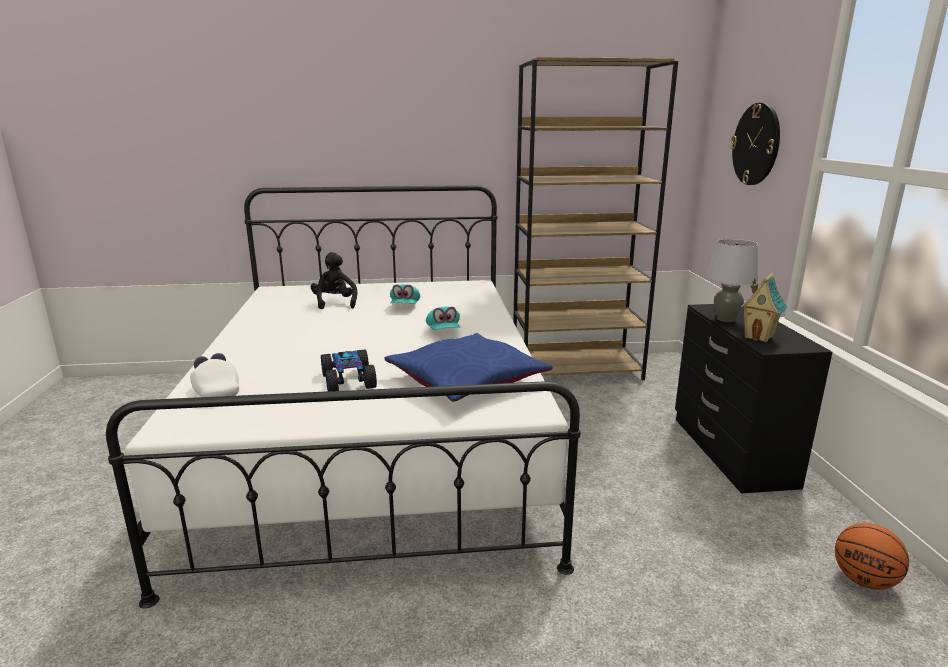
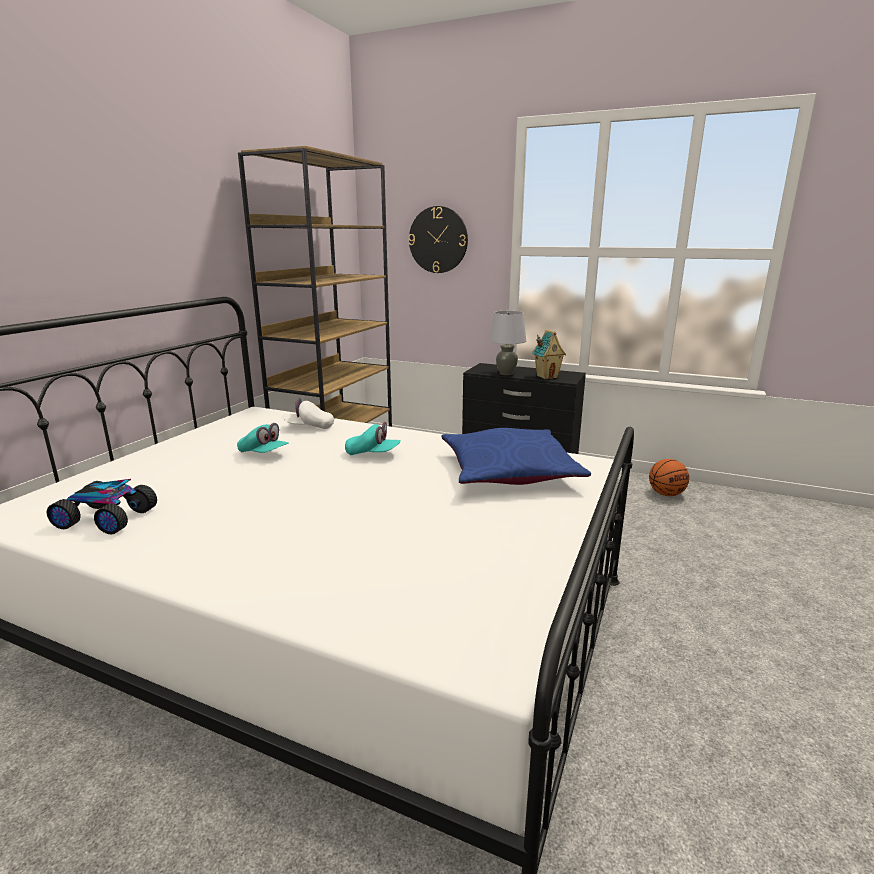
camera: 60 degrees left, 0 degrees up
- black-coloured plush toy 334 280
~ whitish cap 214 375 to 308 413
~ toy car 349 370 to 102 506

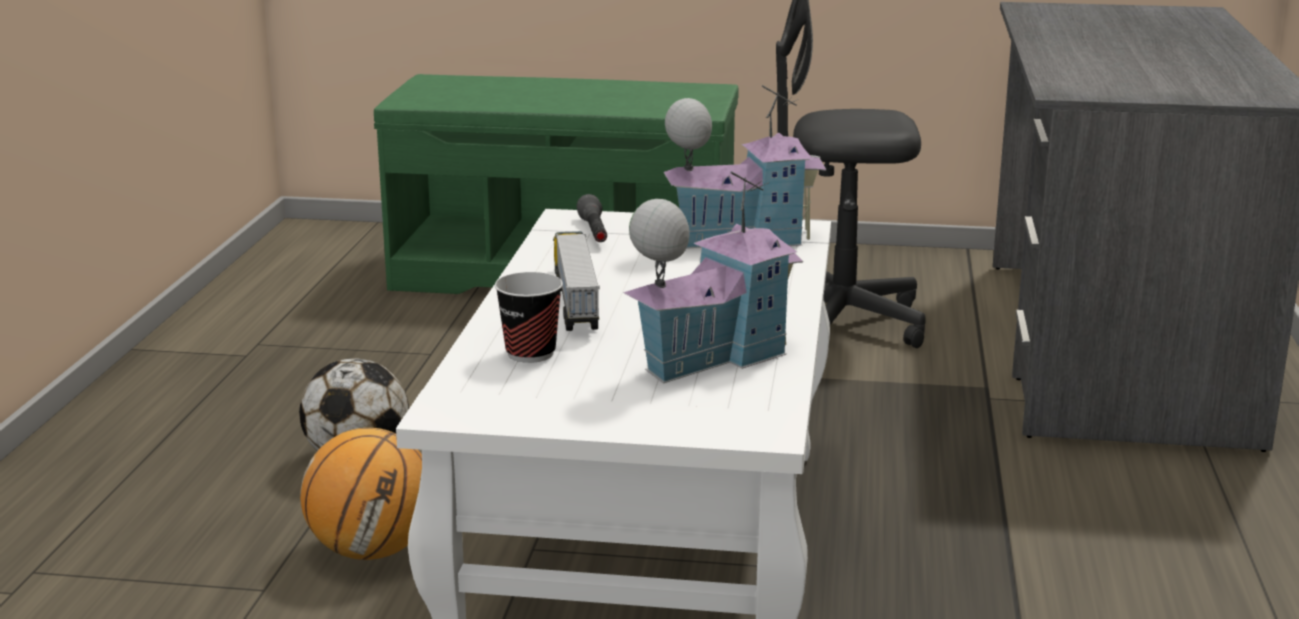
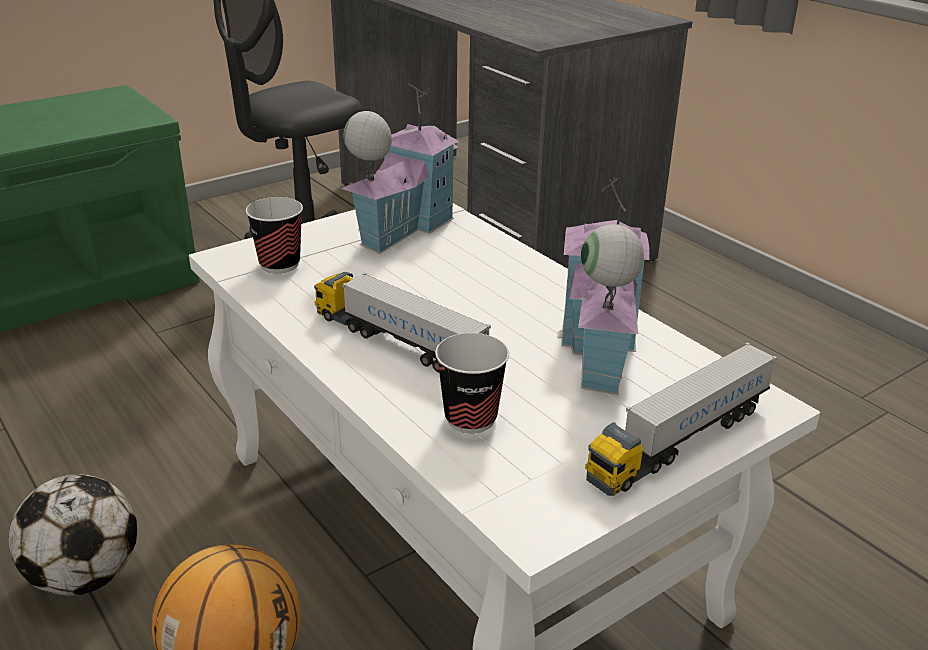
camera: 45 degrees left, 10 degrees up
+ toy truck 681 419
~ greyish torch 592 218 to small cup 274 235

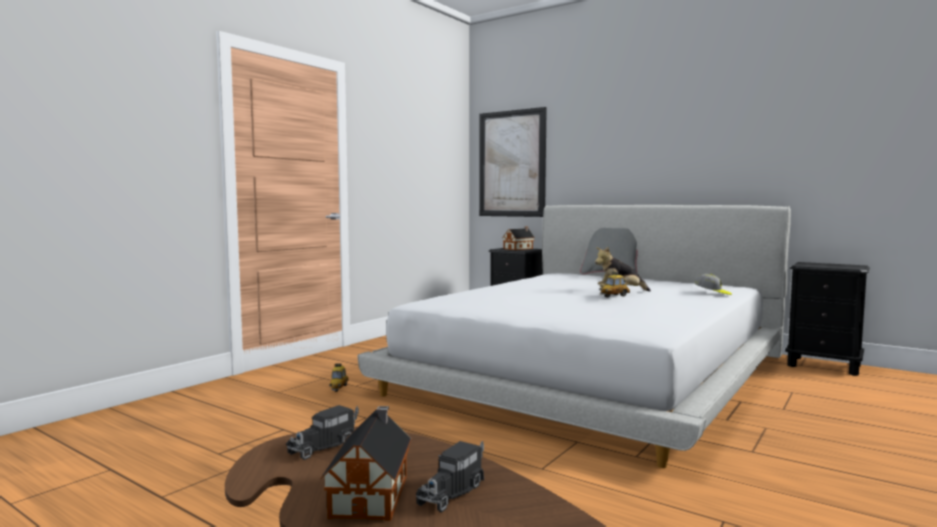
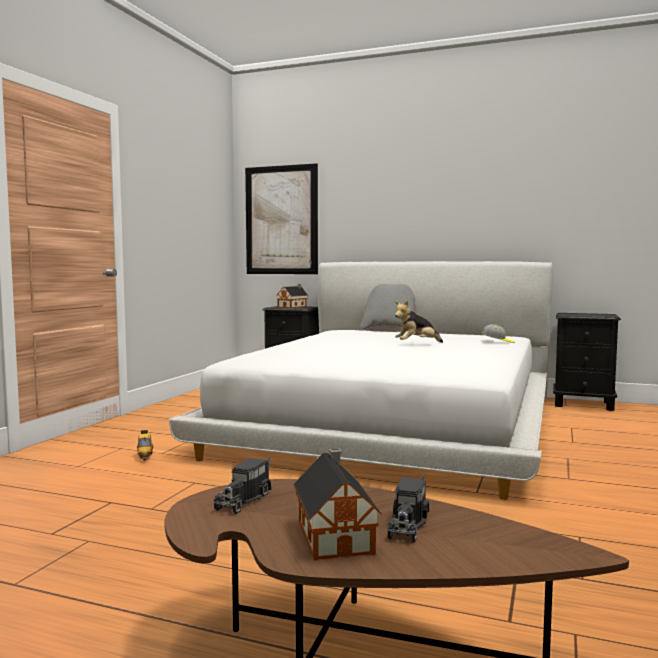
camera: 15 degrees left, 0 degrees up
- toy car 614 284

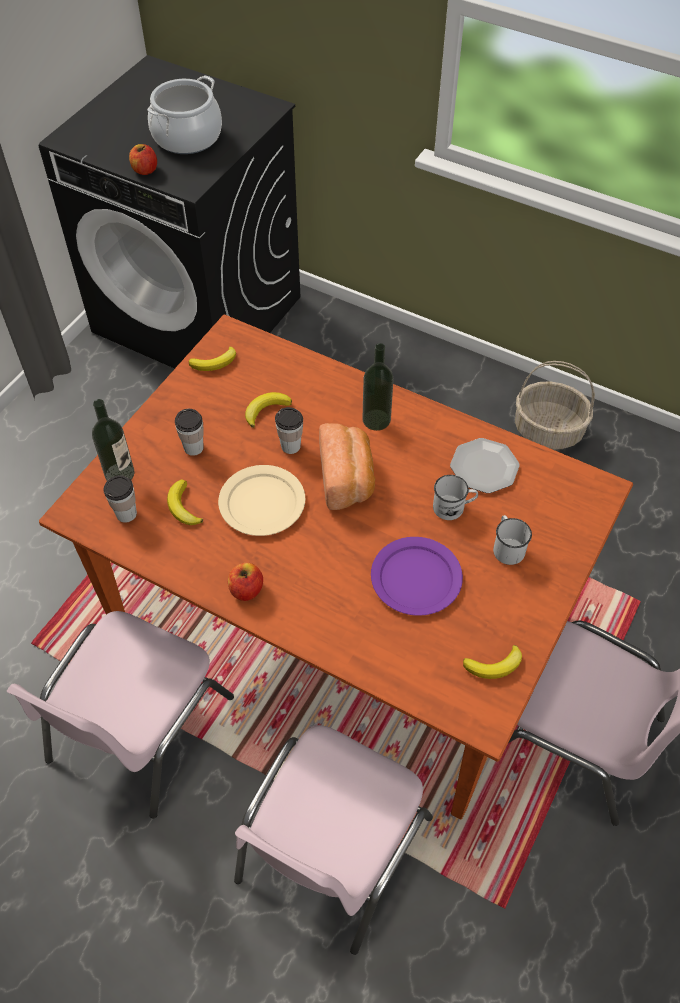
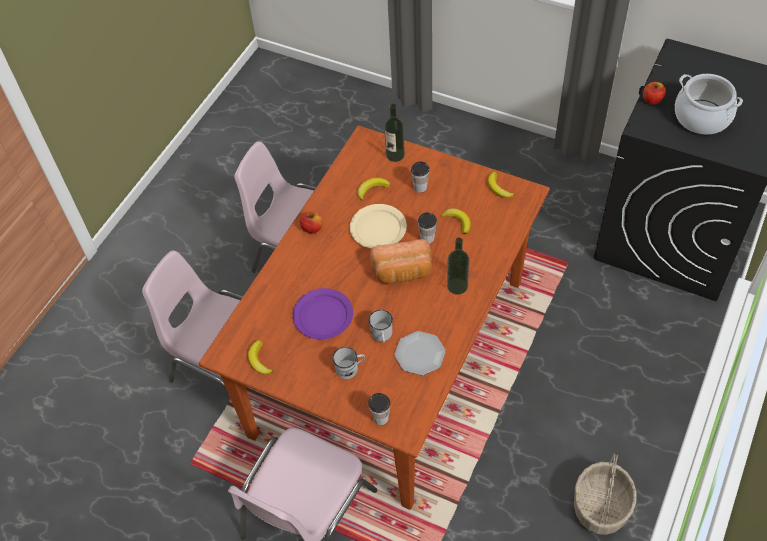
camera: 90 degrees right, 0 degrees up
~ small cup 120 499 to 379 409

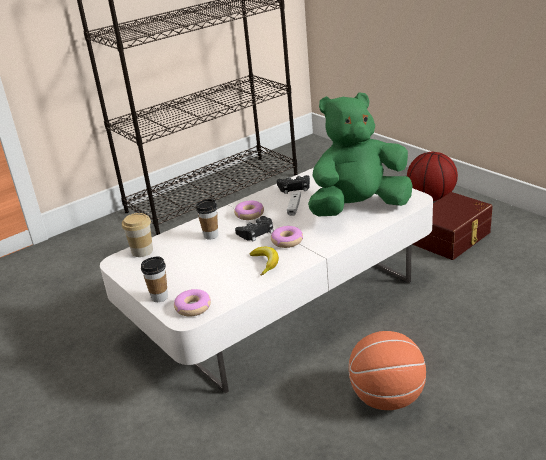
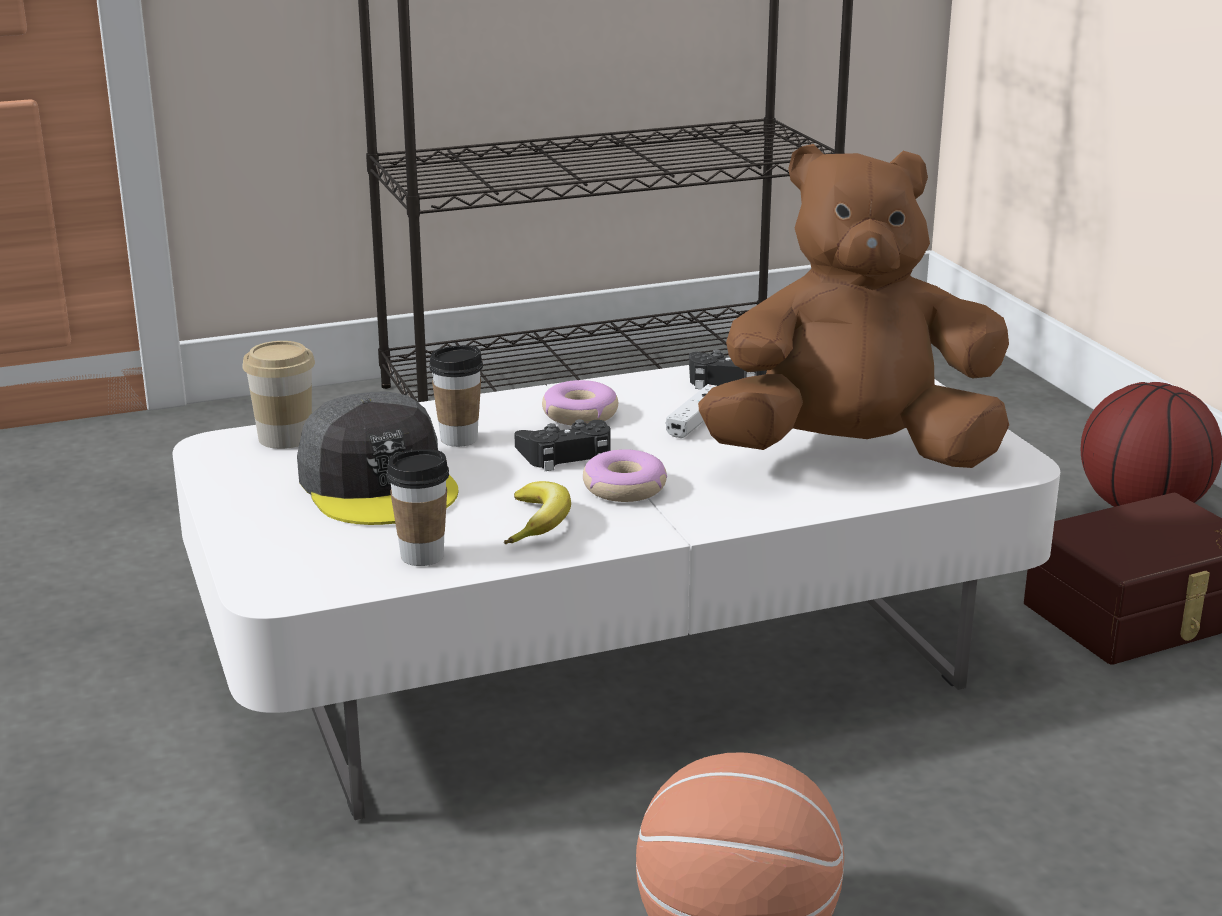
camera: 15 degrees right, 5 degrees down
- donut 192 302
+ greyish cap 377 458
~ small cup 154 279 to 418 507
~ greenish plush toy 360 154 to brownish plush toy 853 306

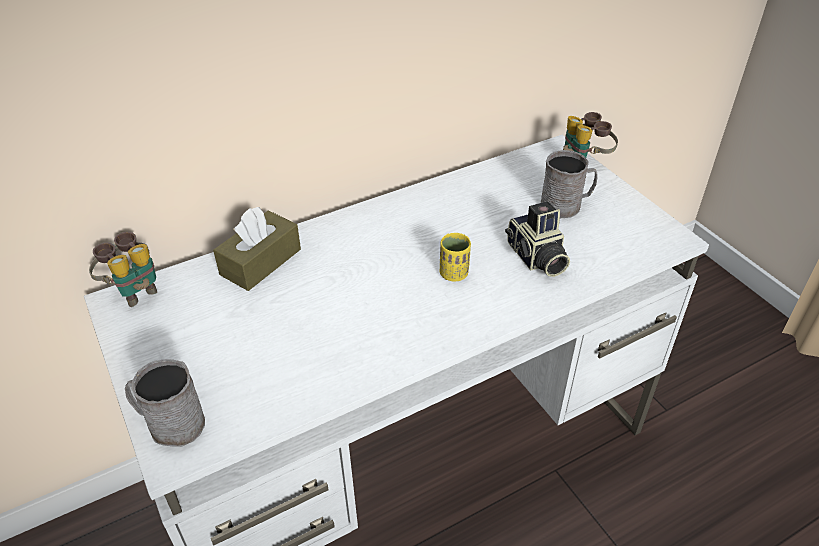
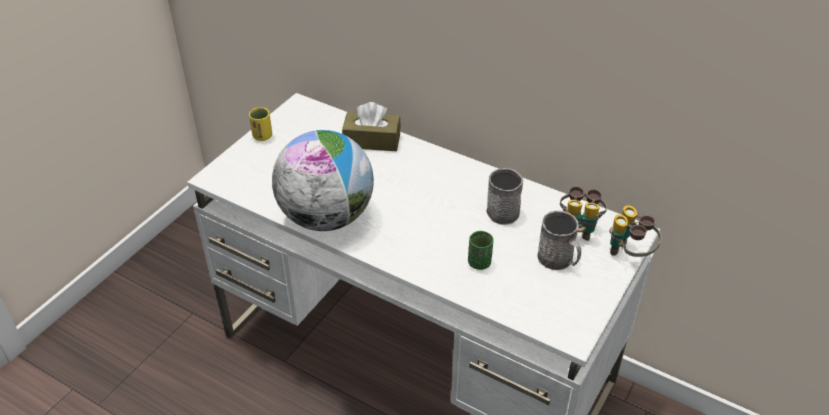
camera: 60 degrees right, 0 degrees up
+ globe 323 180
~ binoculars 123 269 to 583 213
~ greyish tea mug 165 403 to 505 196
~ yellow-coloured small cup 455 257 to 260 124
~ still camera 537 239 to greenish small cup 480 250

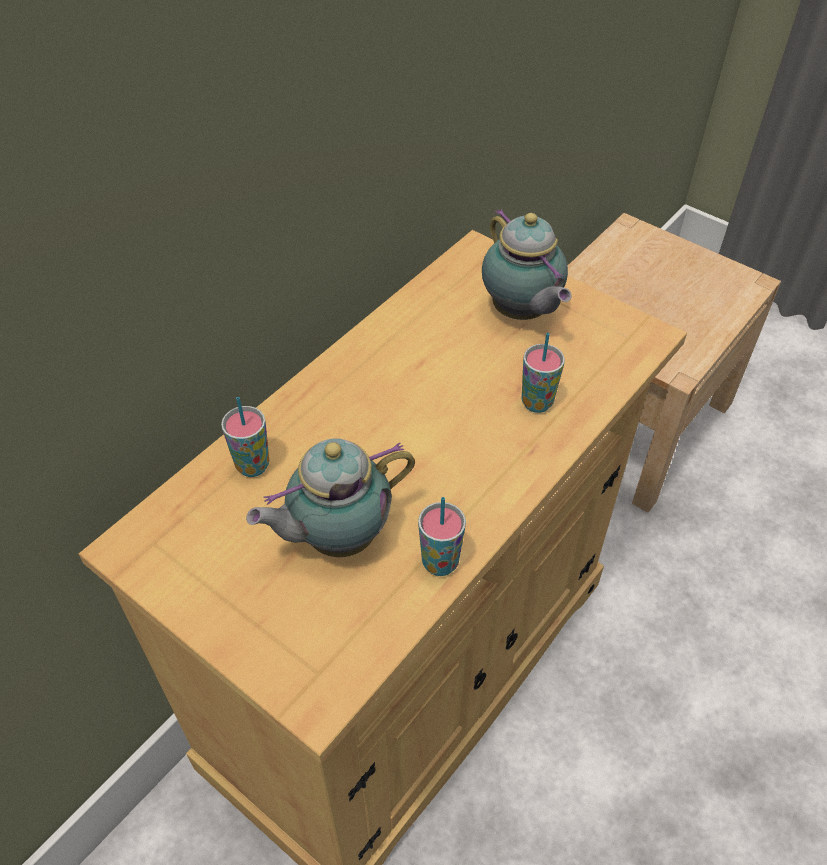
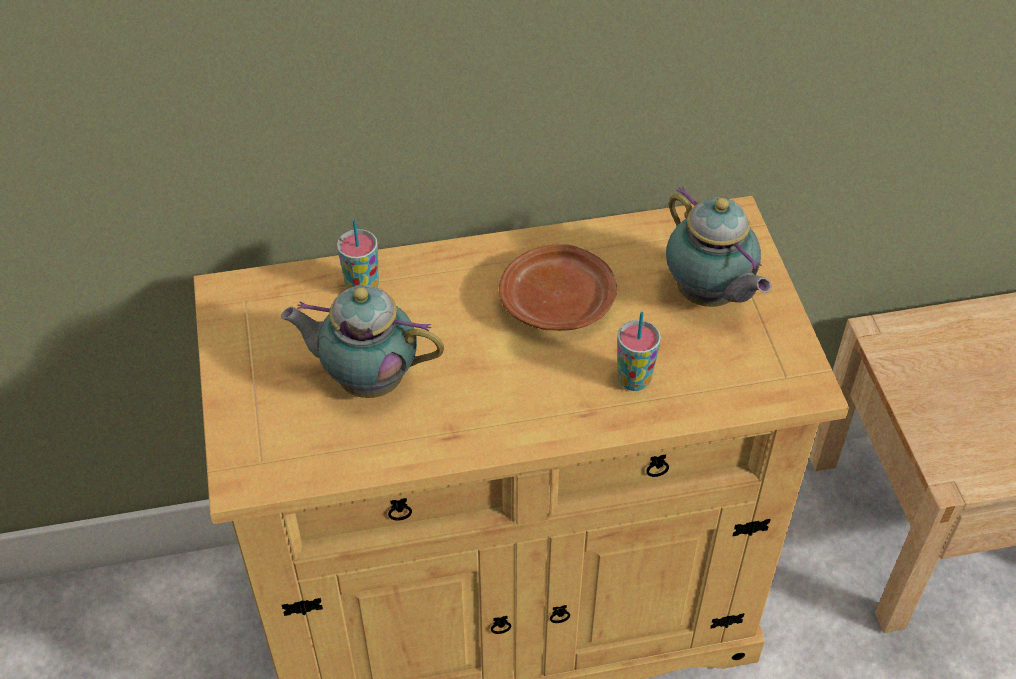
camera: 40 degrees right, 0 degrees up
- small cup 442 536
+ brownish flat dish 558 287
~ teapot 527 264 = 718 247 45 degrees counterclockwise

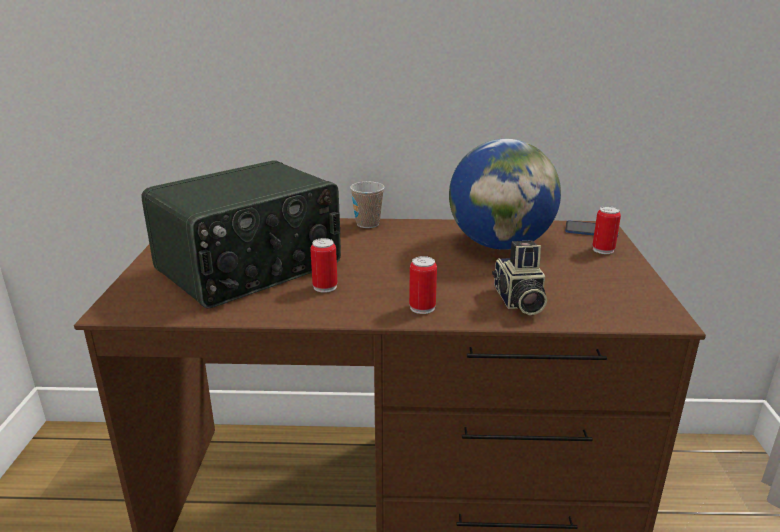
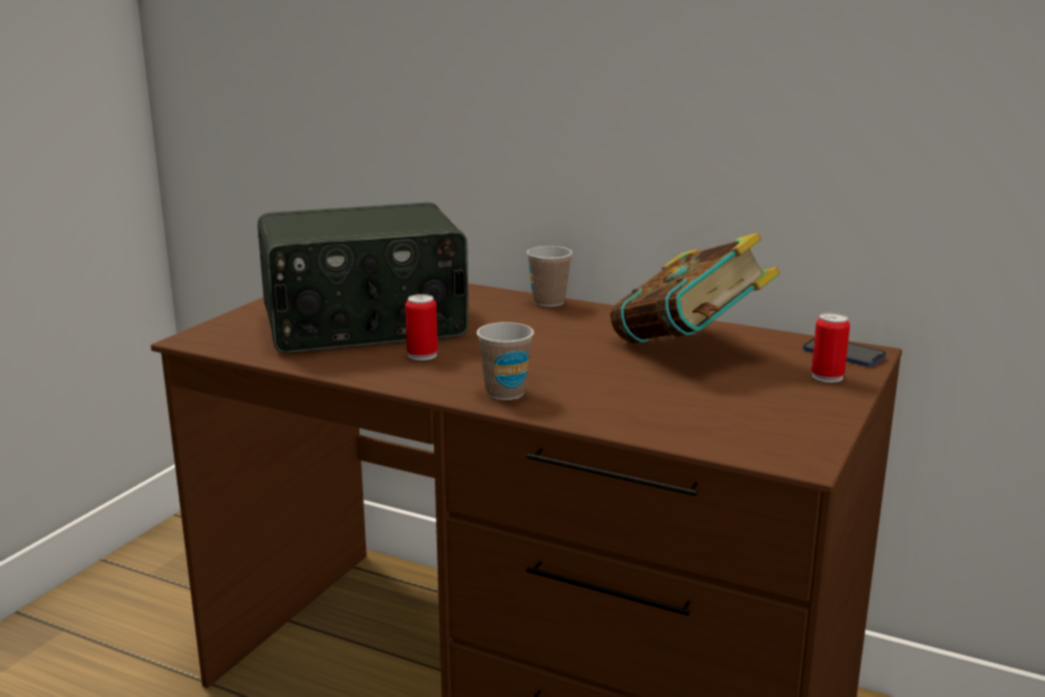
camera: 25 degrees right, 5 degrees down
- still camera 519 277
~ can 423 285 to small cup 505 361
~ globe 505 194 to volume 695 288

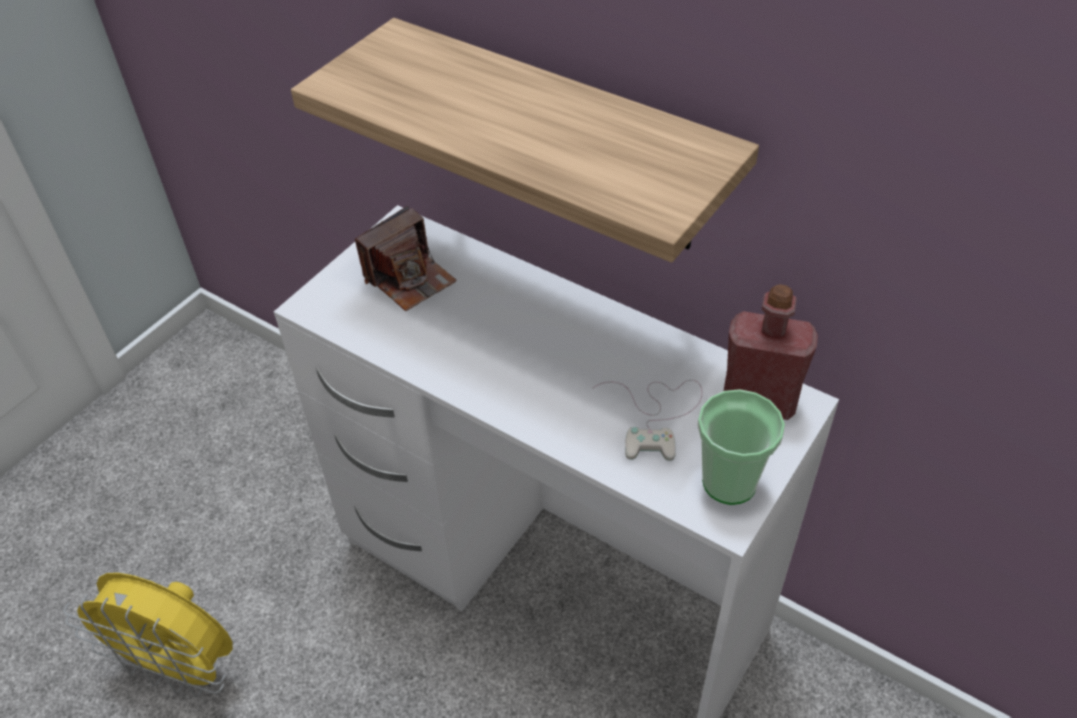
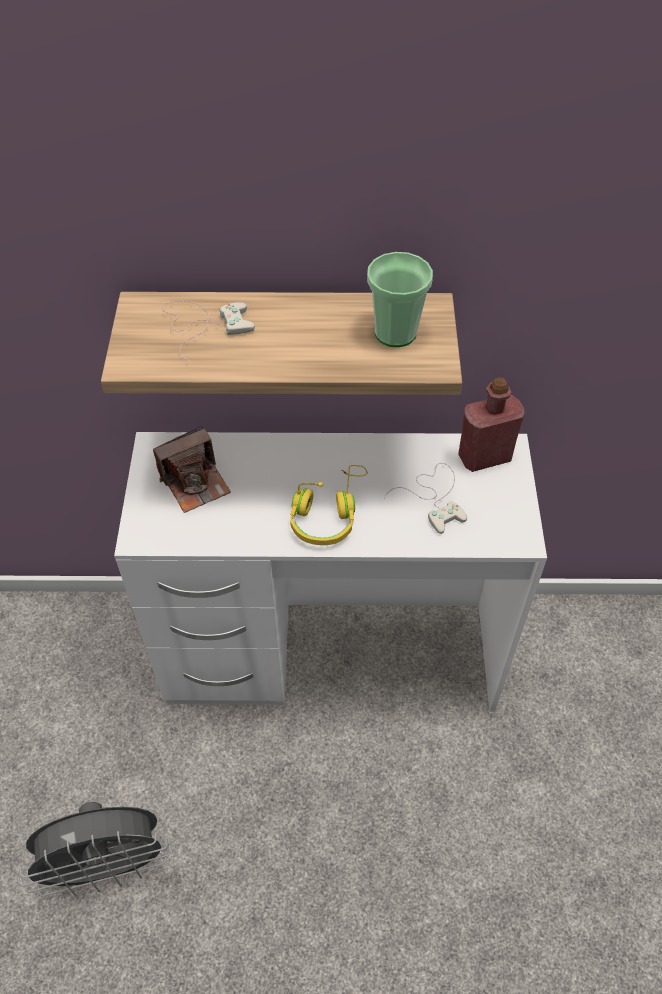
camera: 35 degrees left, 5 degrees up
+ whitish gamepad 208 331
+ yellow-coloured headphones 329 505
~ small cup 741 447 to 400 299
~ yellow-coloured electric fan 148 635 to greyish electric fan 94 849
~ still camera 405 258 = 192 469 45 degrees clockwise

